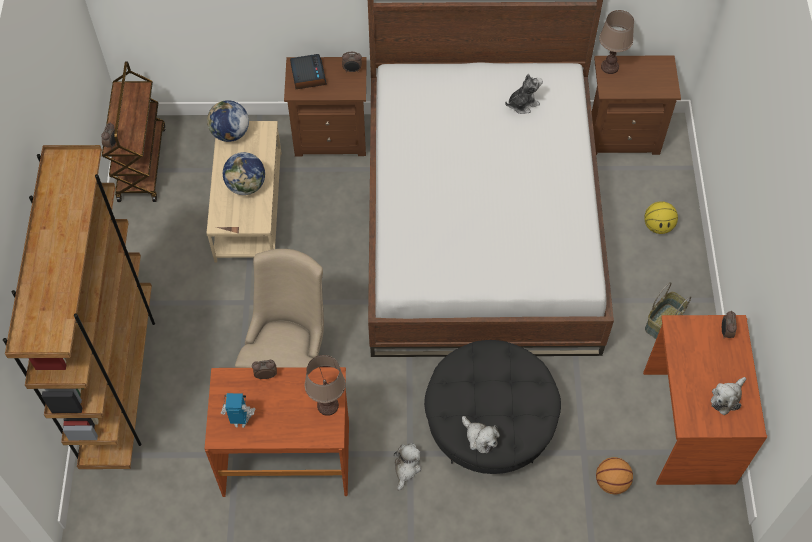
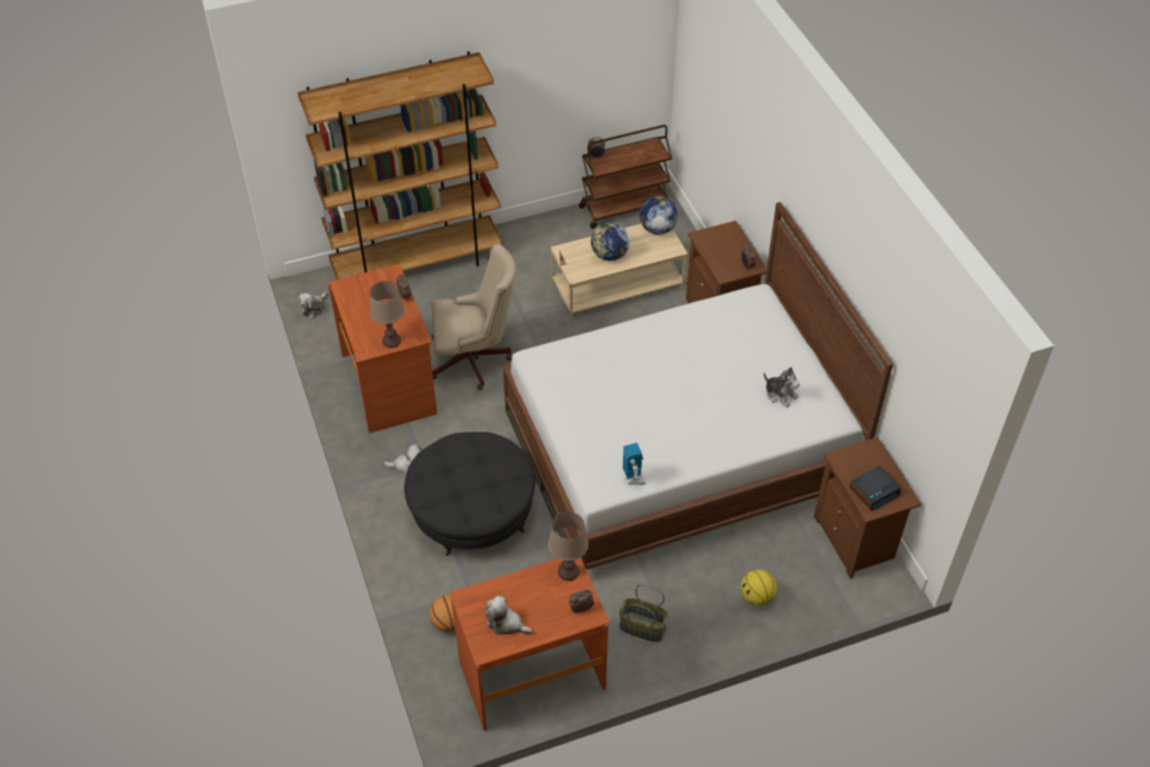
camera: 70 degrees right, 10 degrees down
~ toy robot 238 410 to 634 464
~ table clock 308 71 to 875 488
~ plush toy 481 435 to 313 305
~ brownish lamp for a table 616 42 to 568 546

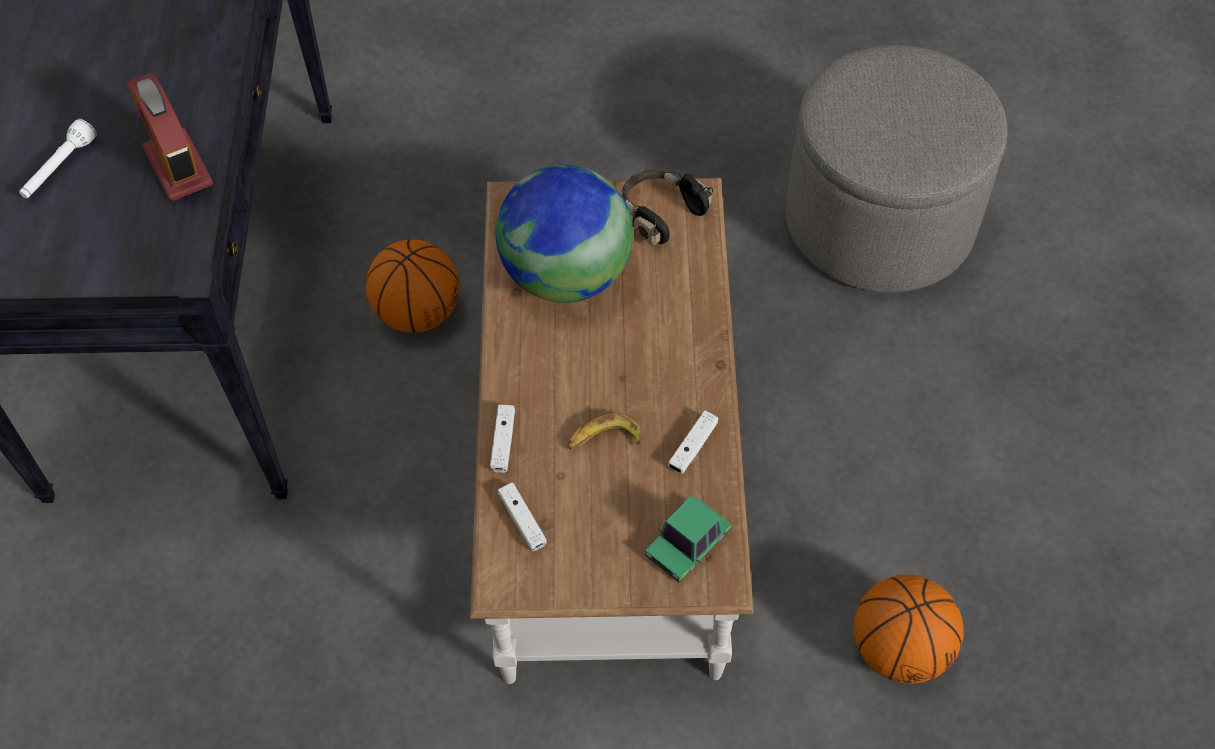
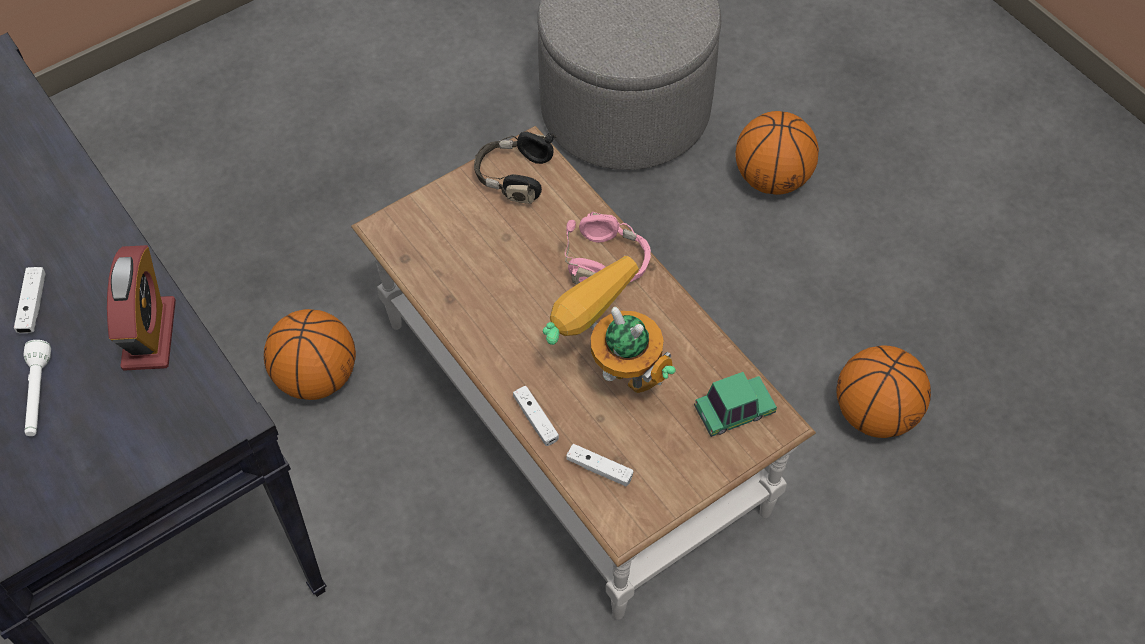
camera: 35 degrees left, 0 degrees up
- globe 564 233
+ pink headphones 608 248
+ ball for basketball 777 153
~ whitish gamepad 693 442 to 30 300
~ banana fruit 605 430 to toy robot 609 324
~ table clock 170 137 = 141 308 120 degrees counterclockwise
~ toy car 688 539 = 735 404 120 degrees counterclockwise

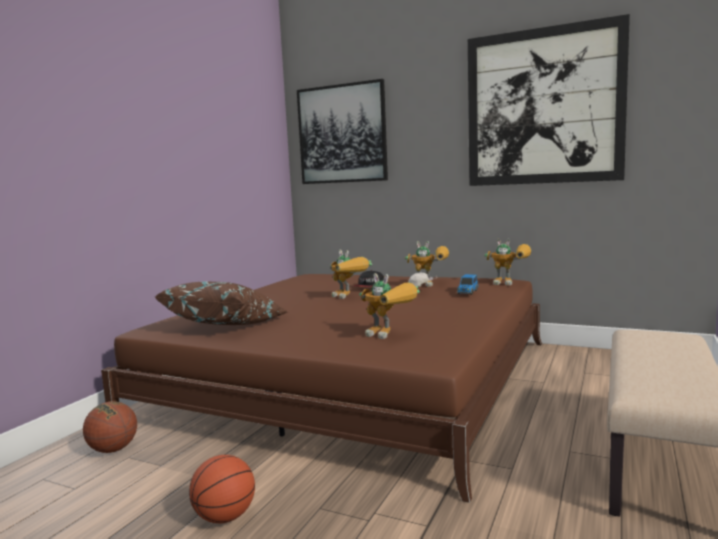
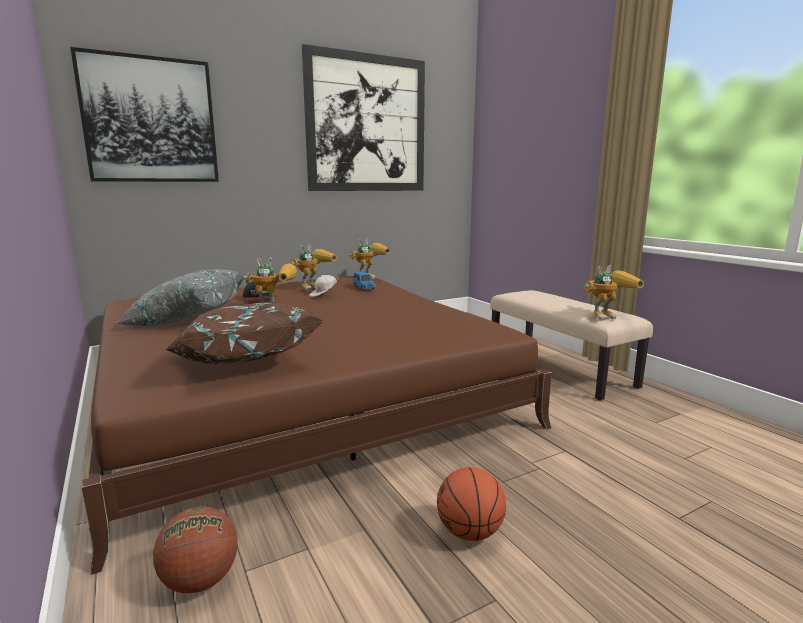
camera: 55 degrees left, 5 degrees up
+ greyish pillow 179 297
~ toy robot 389 306 to 614 293

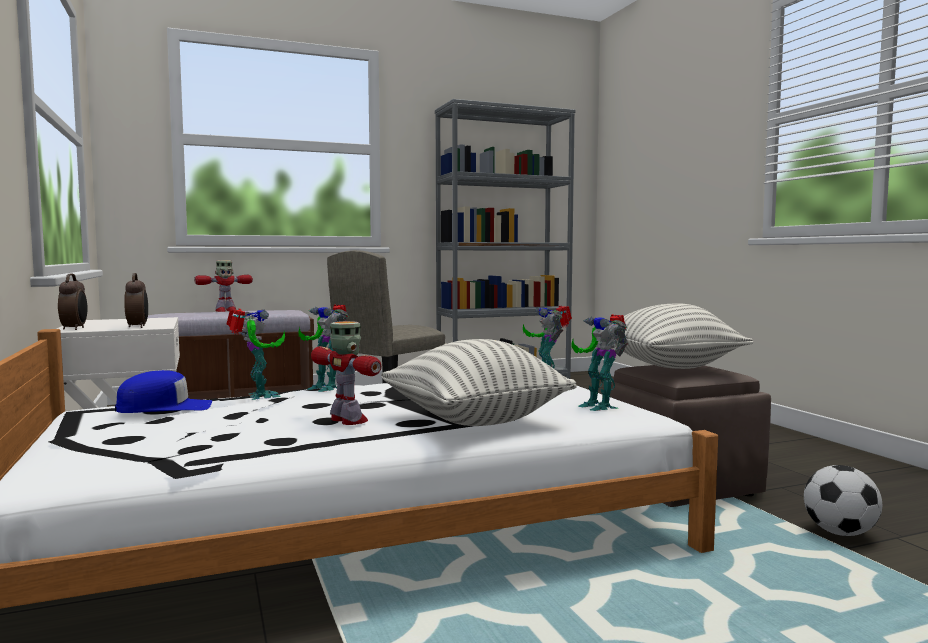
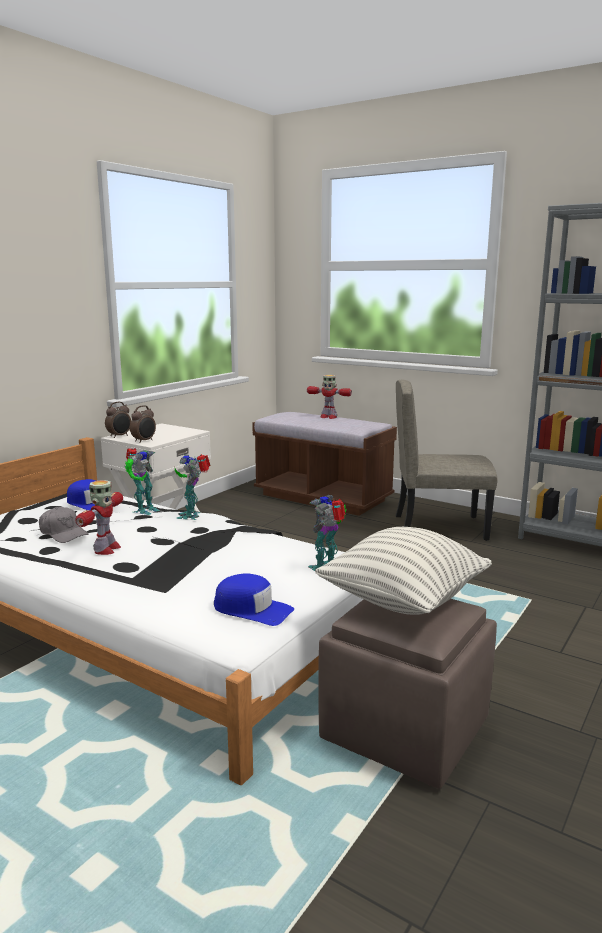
camera: 55 degrees right, 10 degrees up
- pillow 479 382
- football 843 500
+ greyish cap 64 525
~ toy robot 599 362 to blue-coloured cap 254 599

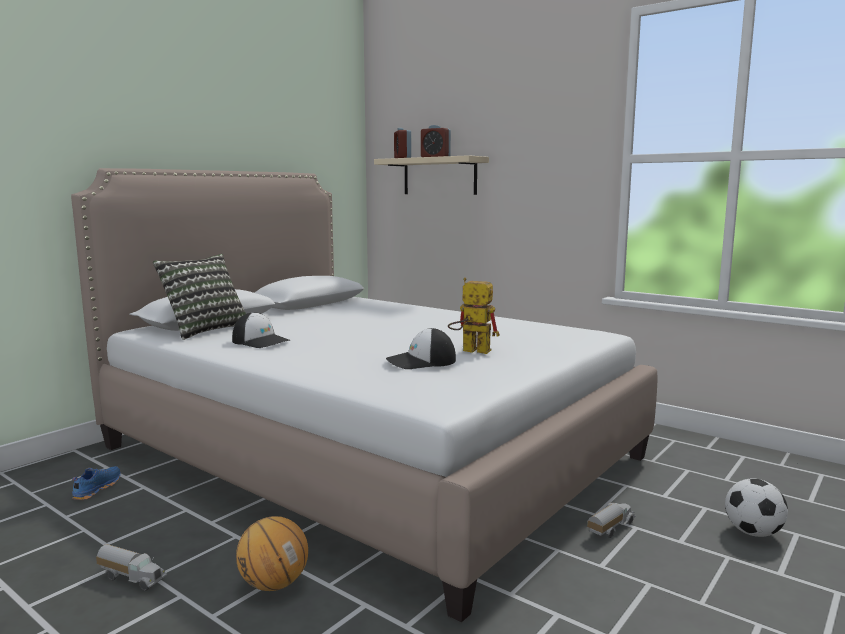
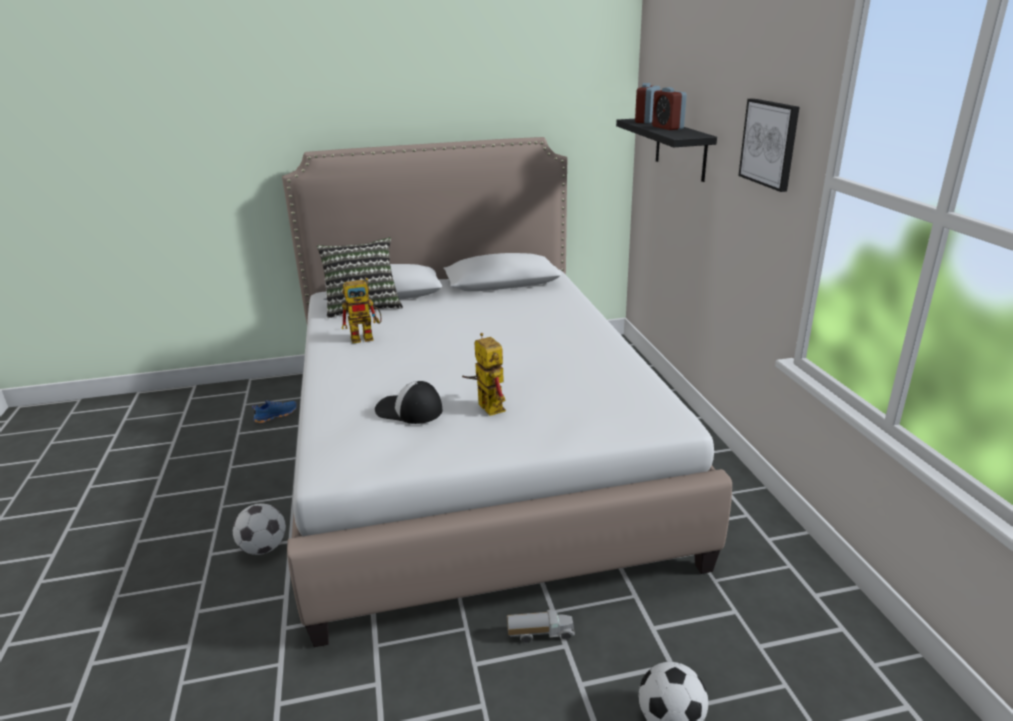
camera: 40 degrees right, 15 degrees up
- toy truck 131 567
+ wall art 768 145
~ cap 261 330 to toy robot 362 311
~ ball for basketball 272 553 to football 259 529
~ beige-coloured shelf 431 175 to black-coloured shelf 666 150

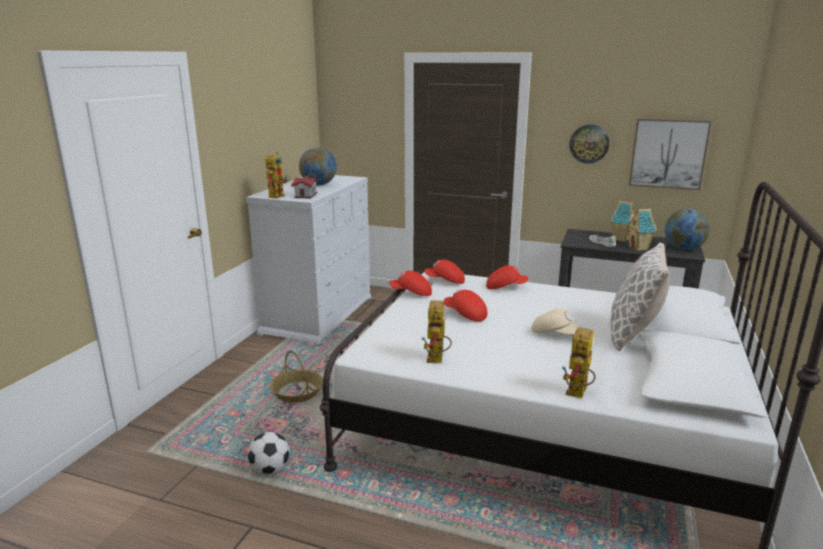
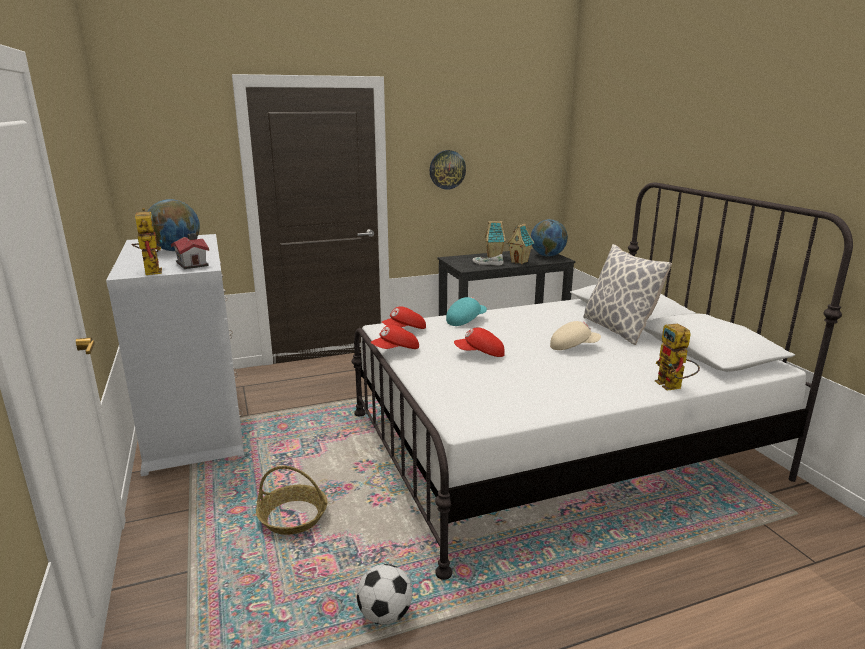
camera: 40 degrees left, 0 degrees up
- toy robot 437 331
- wall art 670 154
~ red-coloured cap 507 277 to turquoise cap 466 311

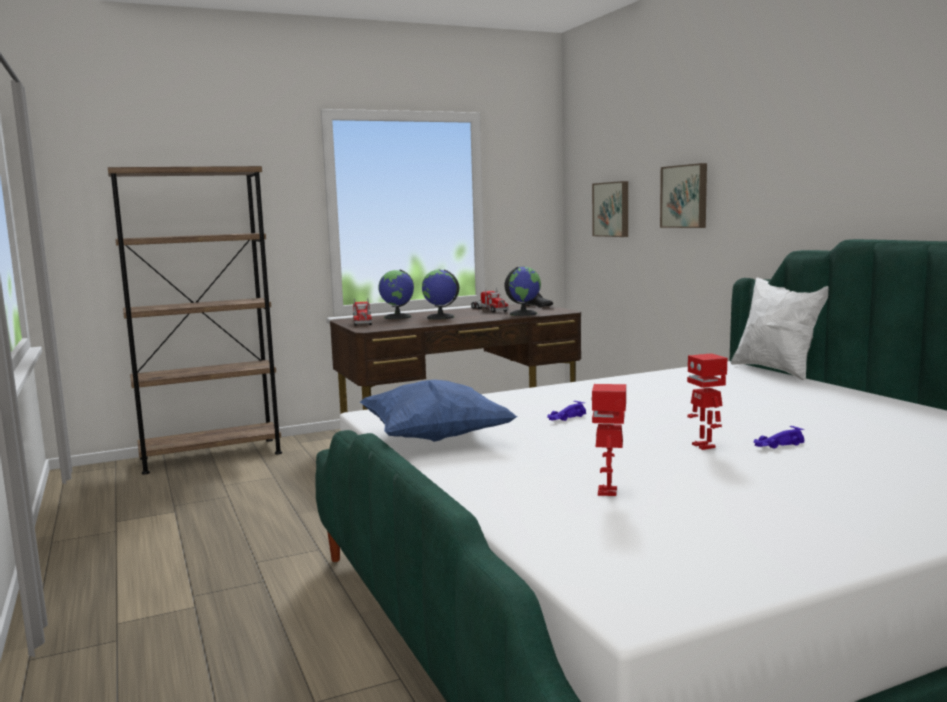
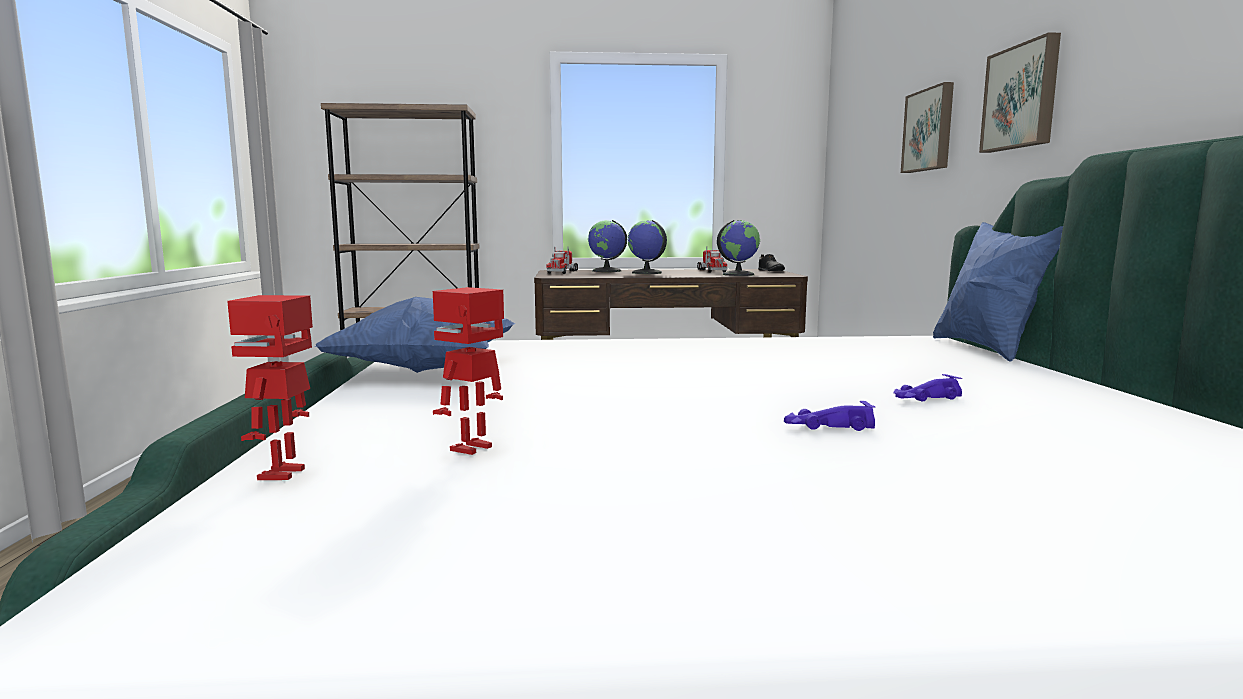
camera: 20 degrees right, 0 degrees up
~ purple-coloured toy car 566 411 to 927 388
~ wall art 610 209 to 1020 92
~ toy robot 707 401 to 270 387
~ whitish pillow 779 329 to blue-coloured pillow 998 292

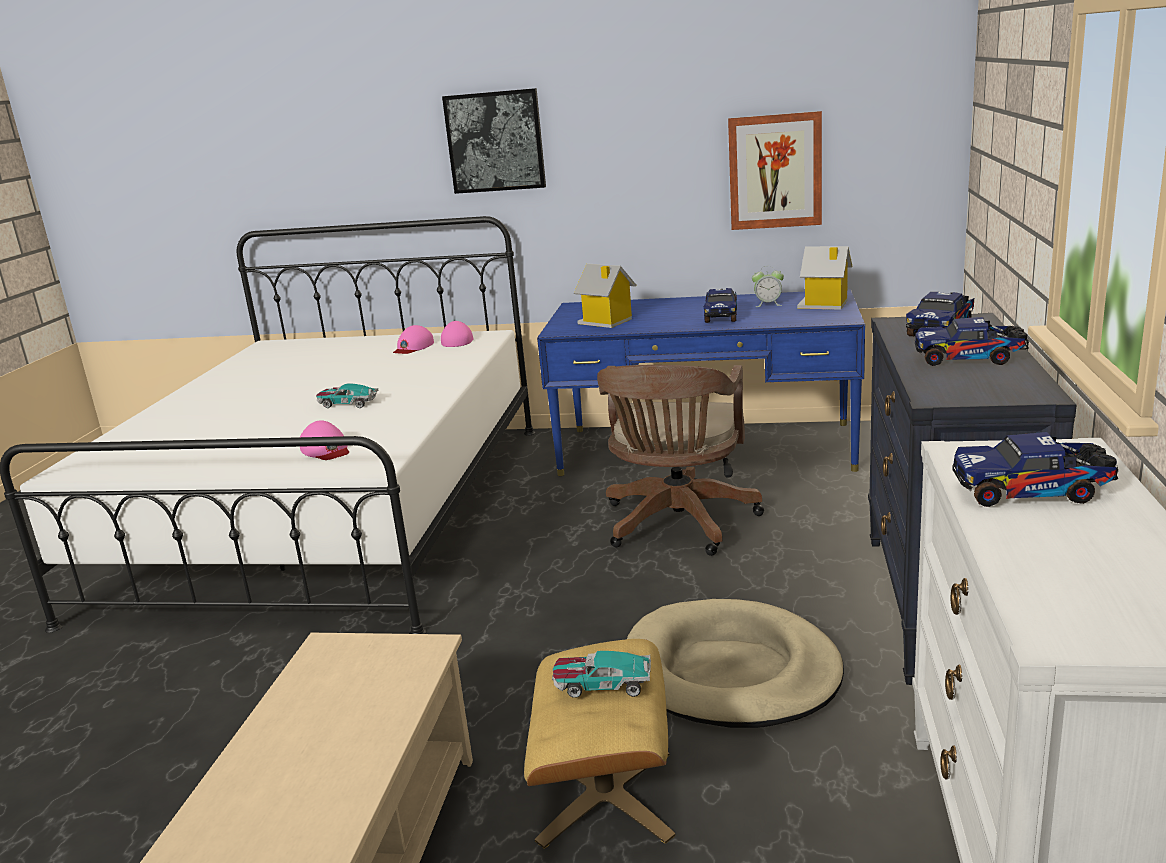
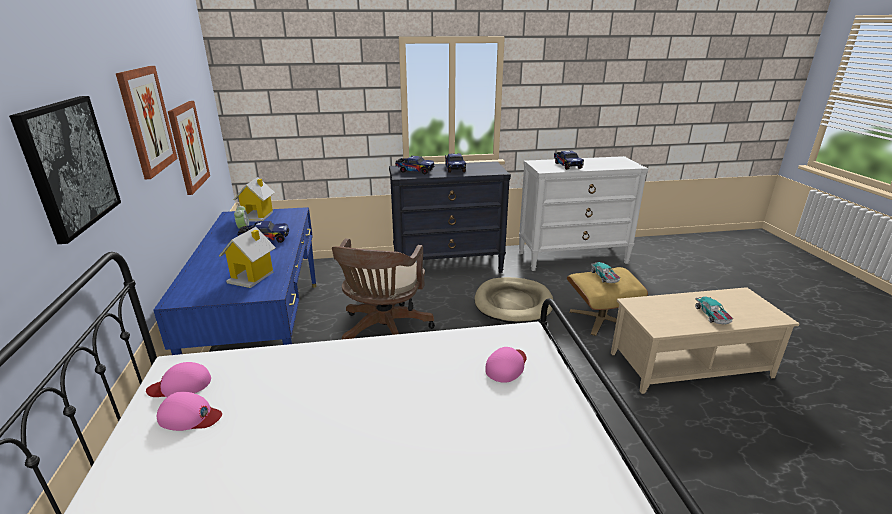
camera: 110 degrees left, 5 degrees up
+ wall art 147 122
~ toy car 347 395 to 714 310
~ brownish office chair 680 460 = 383 289 105 degrees clockwise

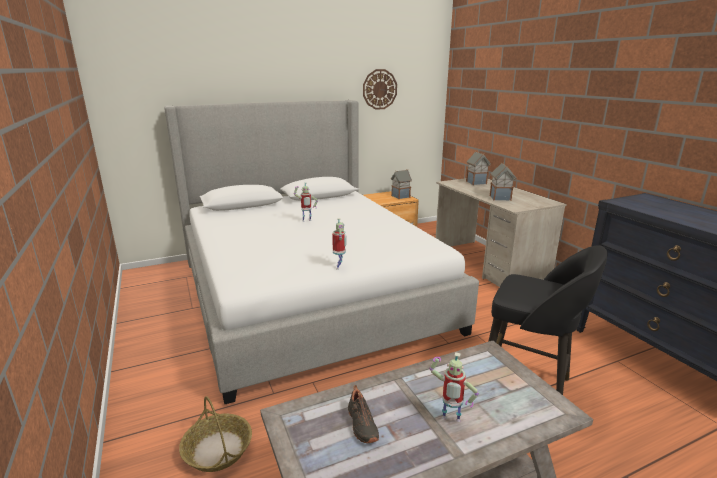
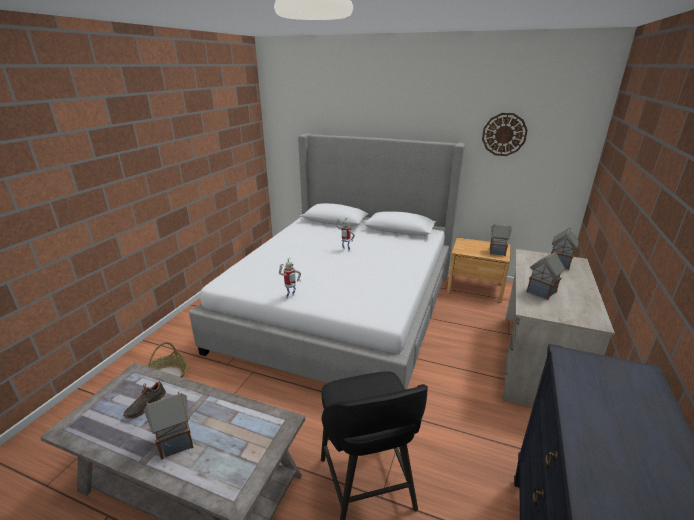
camera: 45 degrees right, 5 degrees up
~ toy robot 454 387 to miniature house 169 426

